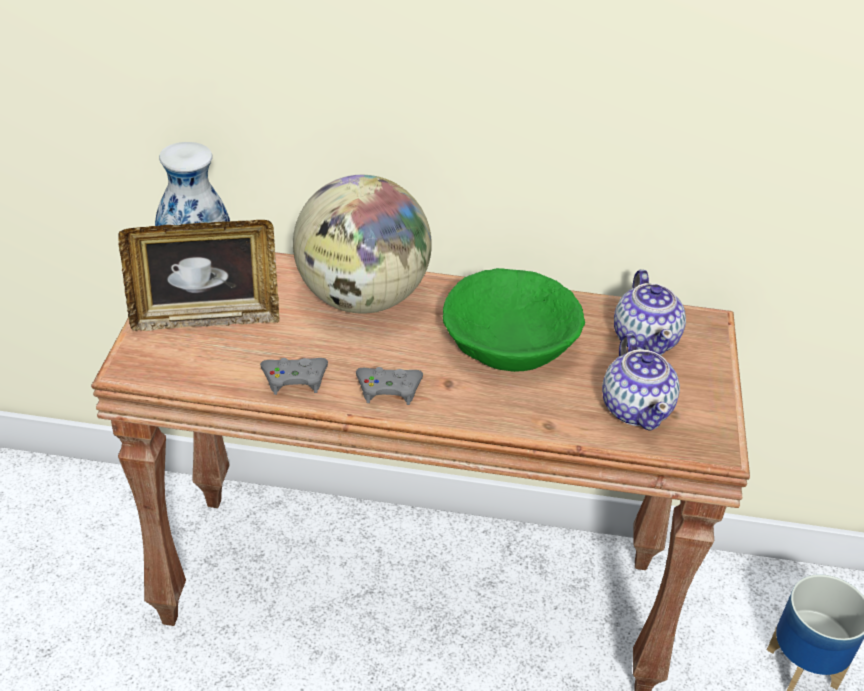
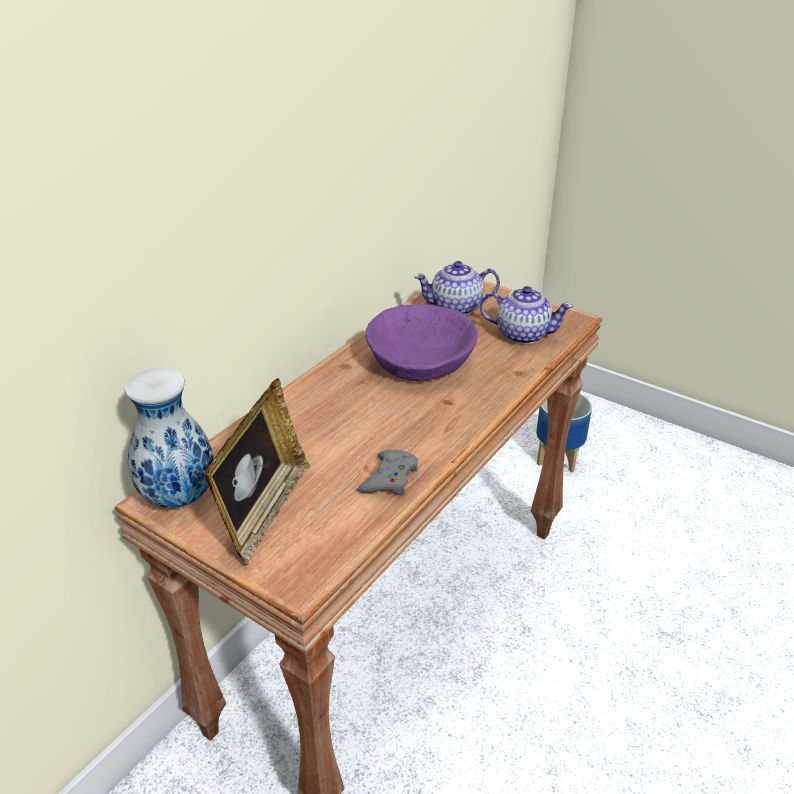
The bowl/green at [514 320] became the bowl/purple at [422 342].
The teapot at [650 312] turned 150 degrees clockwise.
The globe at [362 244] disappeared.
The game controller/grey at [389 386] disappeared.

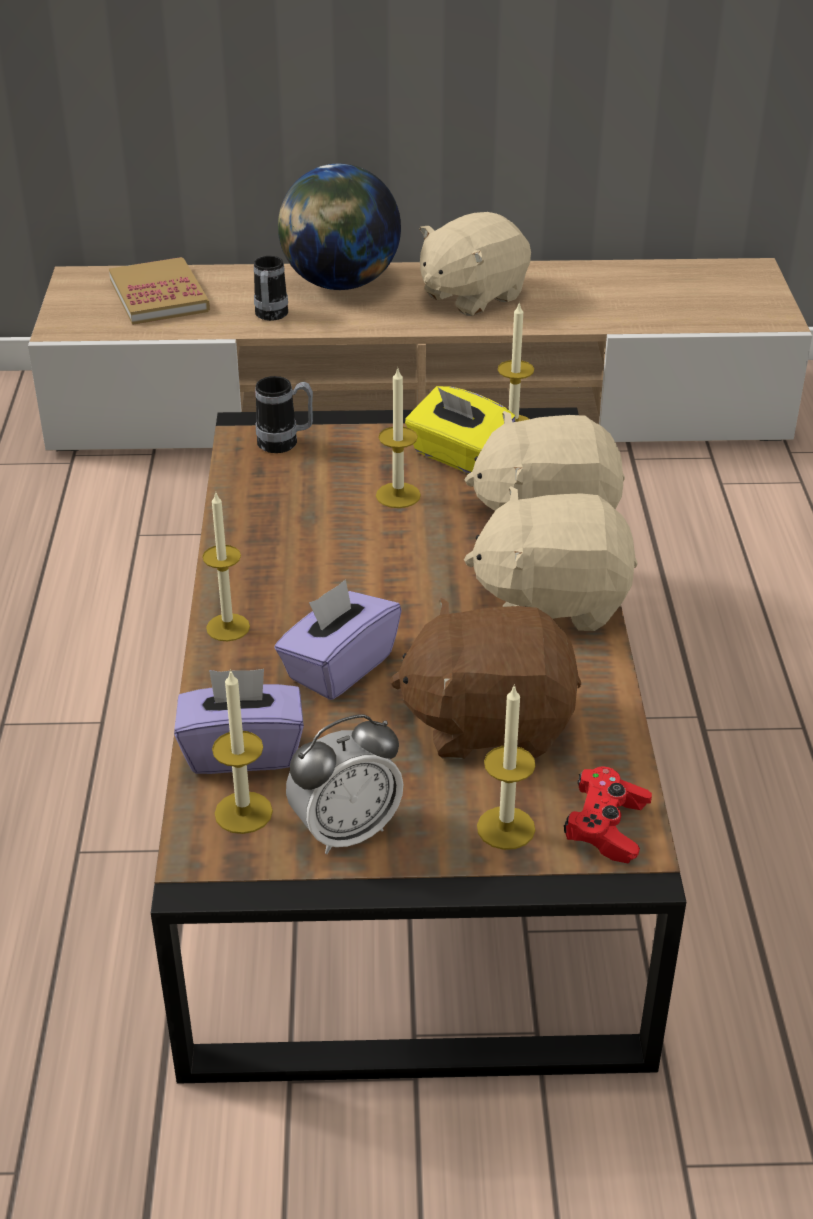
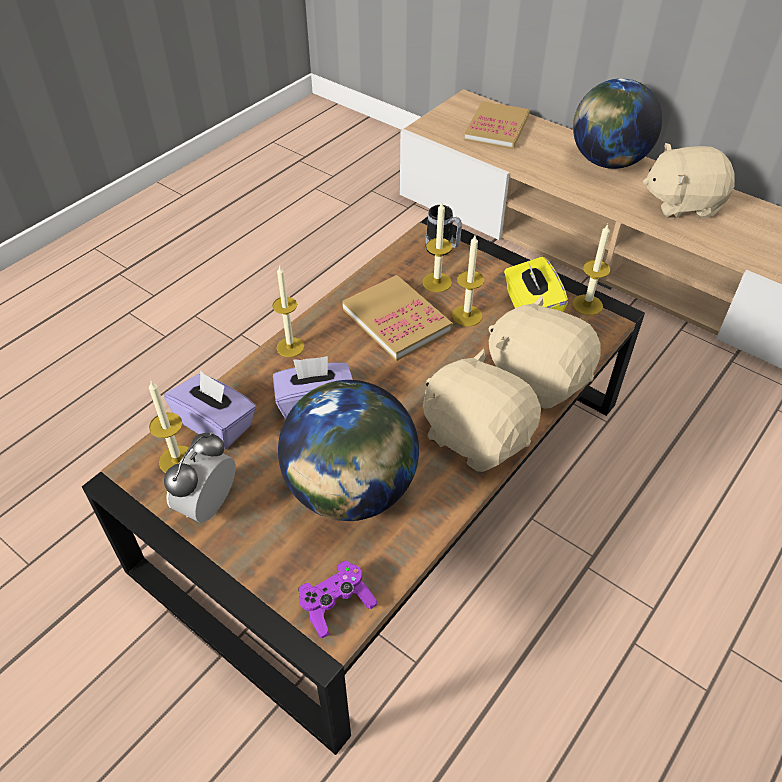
The alarm clock at [344 784] turned 105 degrees clockwise.
The plush toy/brown at [485 678] was replaced by the globe at [348 450].
The game controller/red at [608 815] became the game controller/purple at [338 599].
The book at [398 318] appeared.
The candle moved from [506 767] to [437 247].
The mug at [271 288] disappeared.

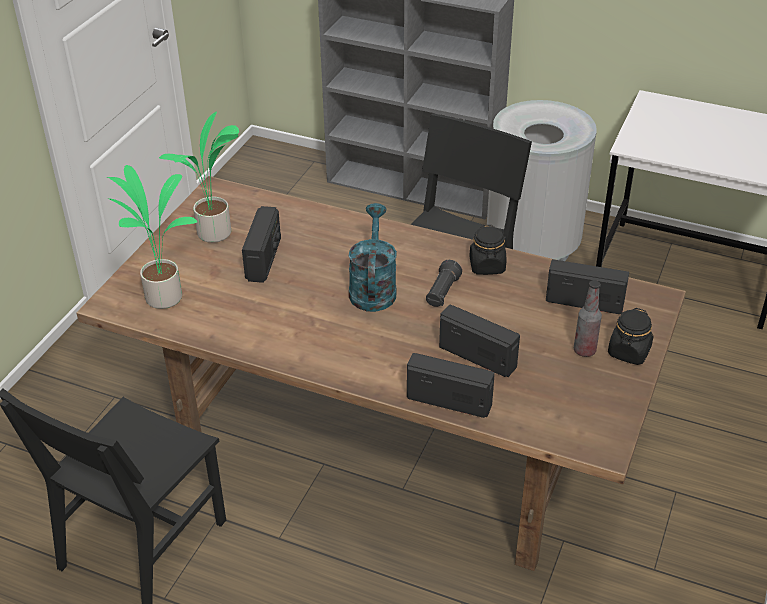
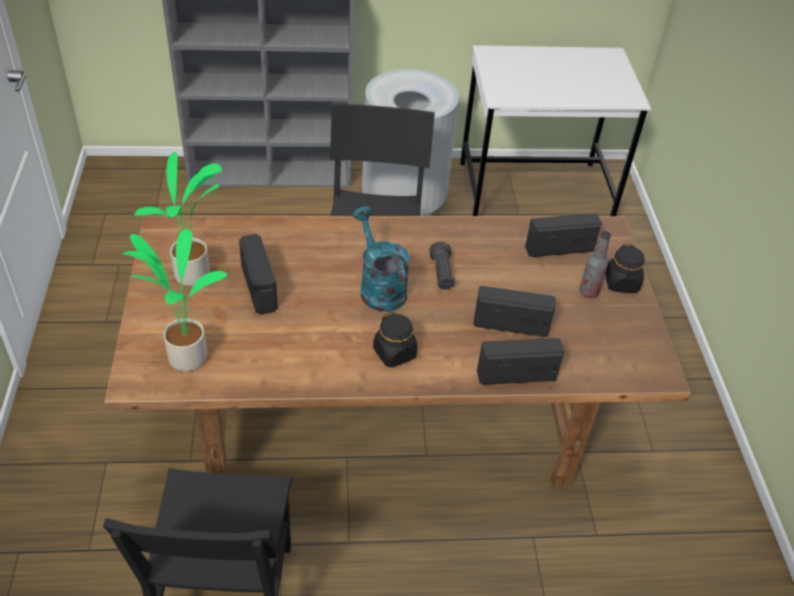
The jar/black moved from [487 250] to [395 339].

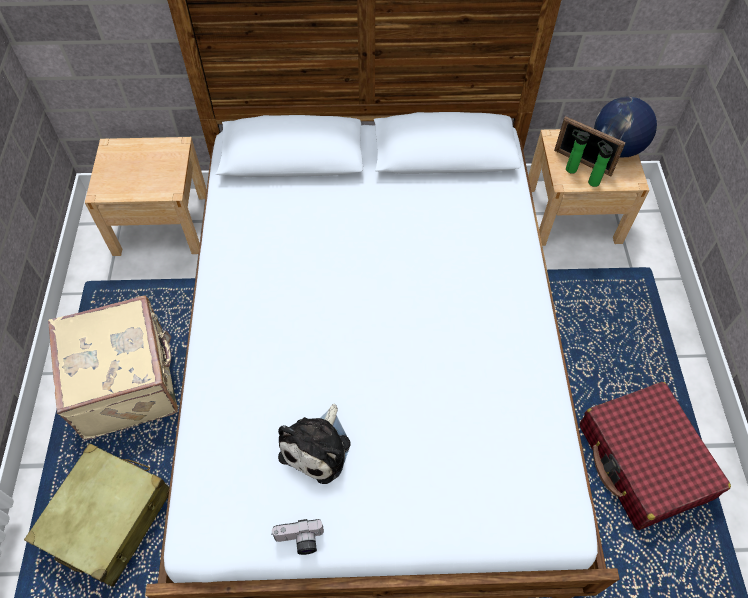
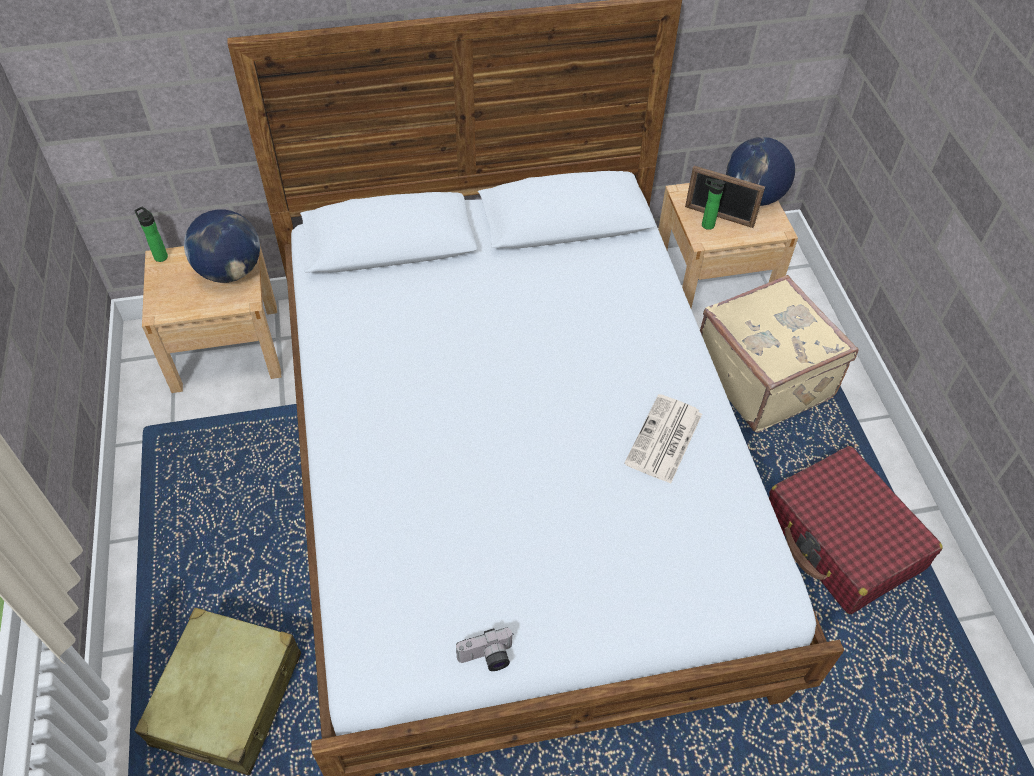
The bottle moved from [600 163] to [151 234].
The globe at [222 246] appeared.
The newspaper at [663 439] appeared.
The suitcase/beige moved from [113 367] to [779 354].
The plush toy at [314 444] disappeared.

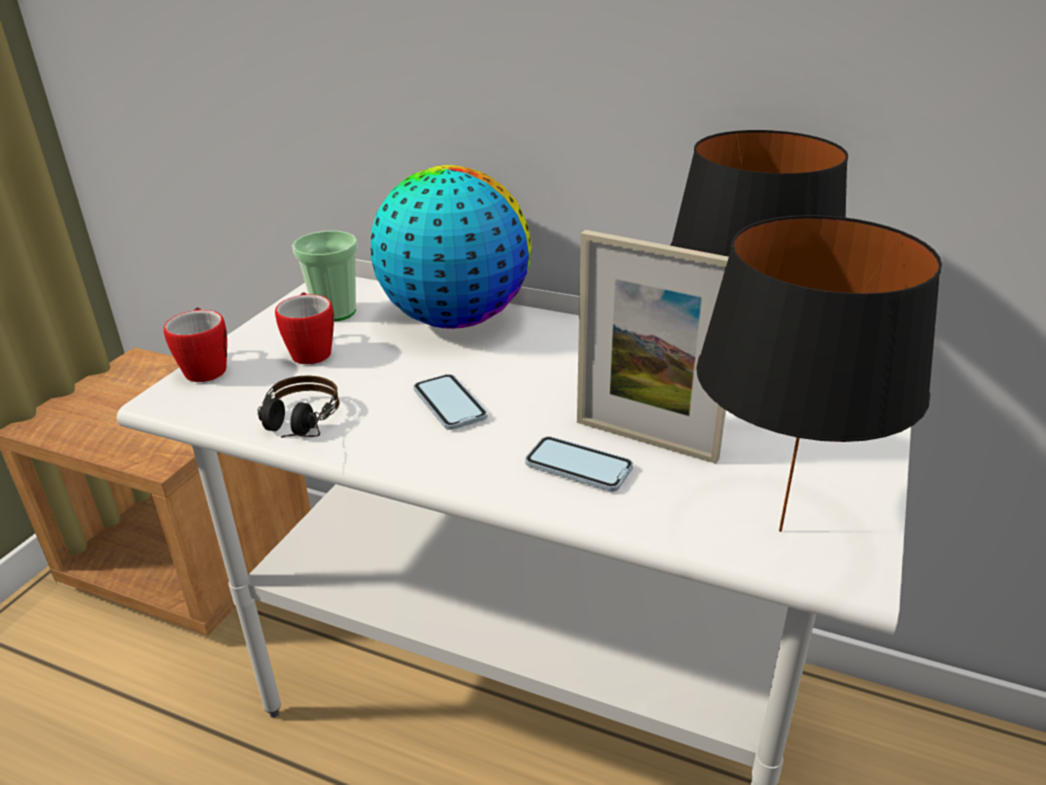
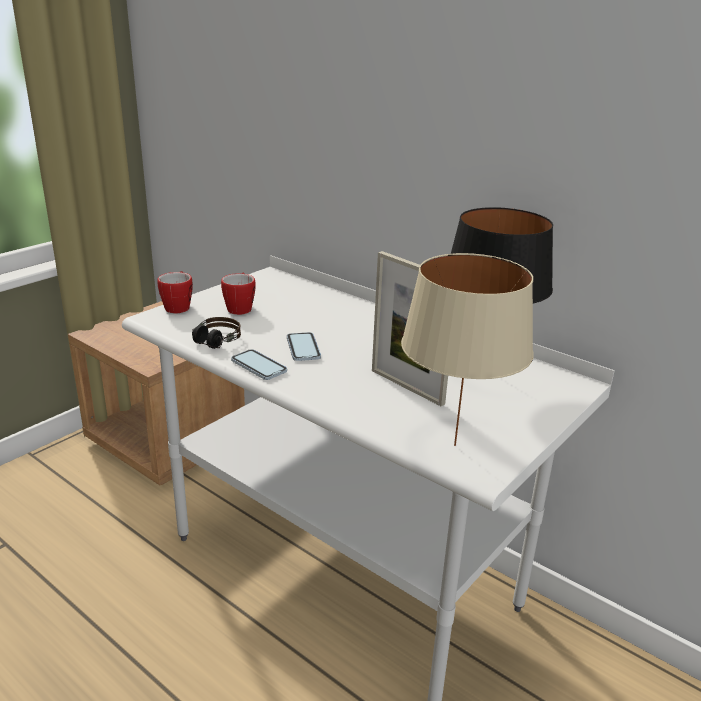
The phone moved from [579 463] to [259 364].
The table lamp/black at [819 373] became the table lamp/beige at [467 349].
The cup at [325 276] disappeared.
The globe at [451 247] disappeared.

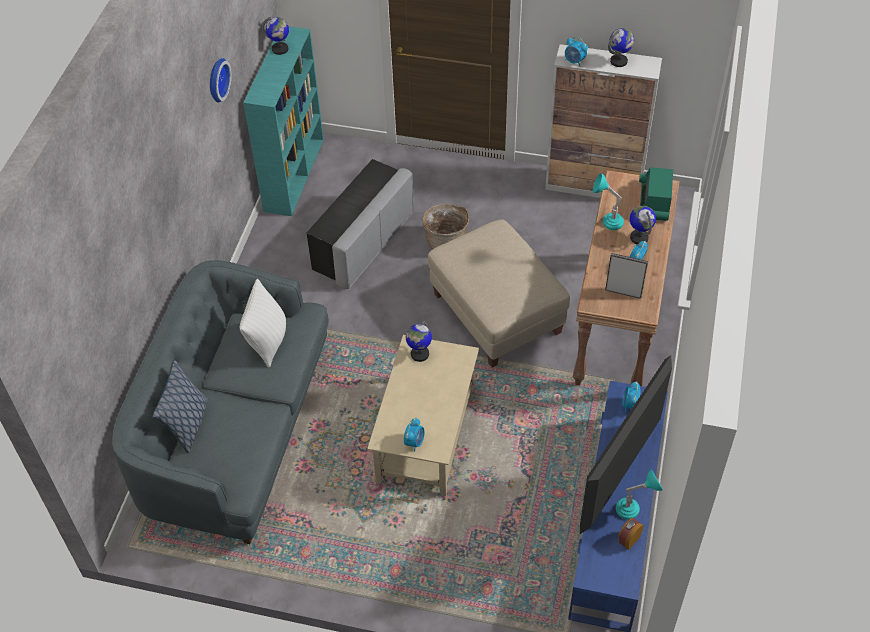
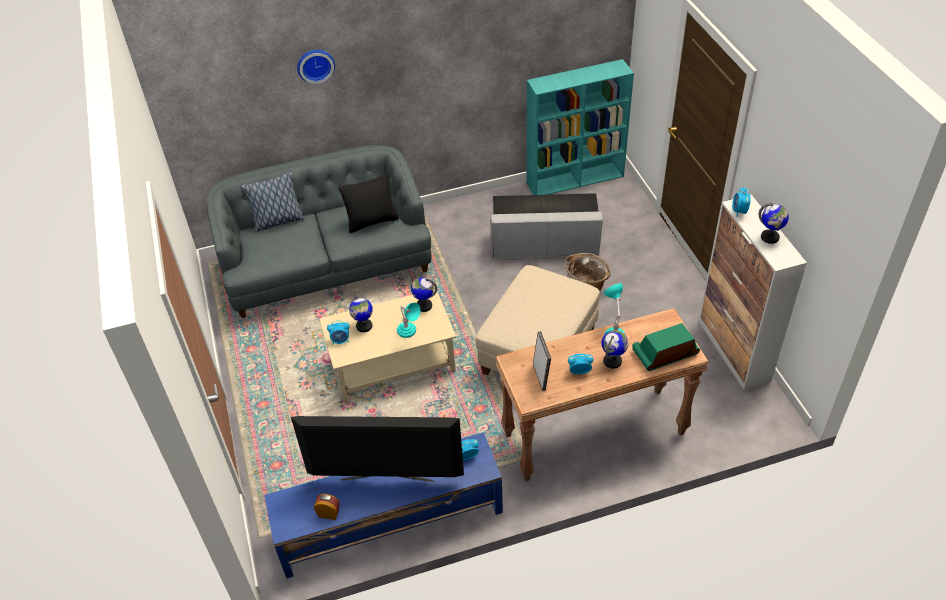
The wall clock moved from [221 80] to [316 67].
The pillow/white at [263 323] became the pillow/black at [369 203].
The globe moved from [275 36] to [361 313].
The table lamp/turquoise moved from [639 494] to [409 320].

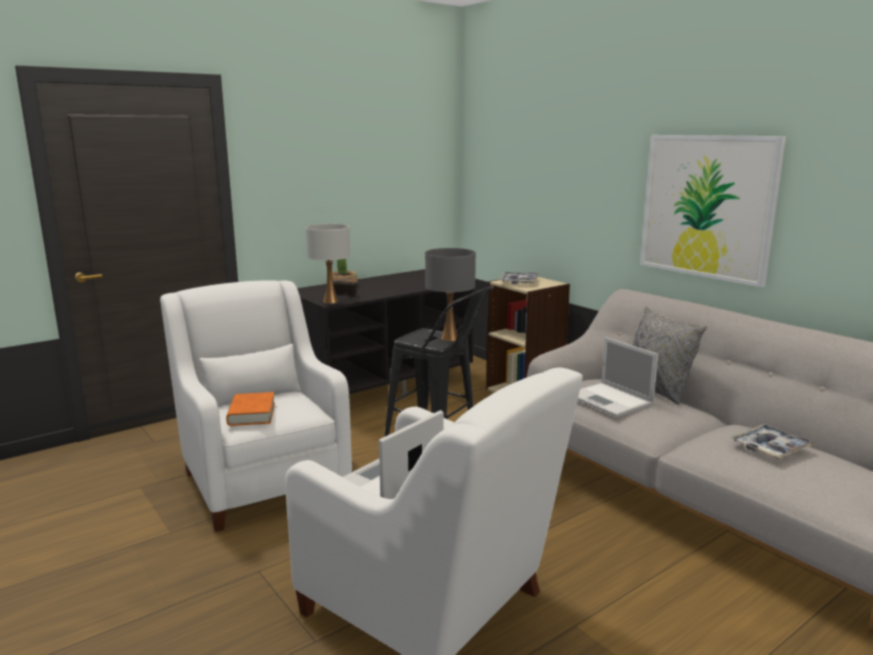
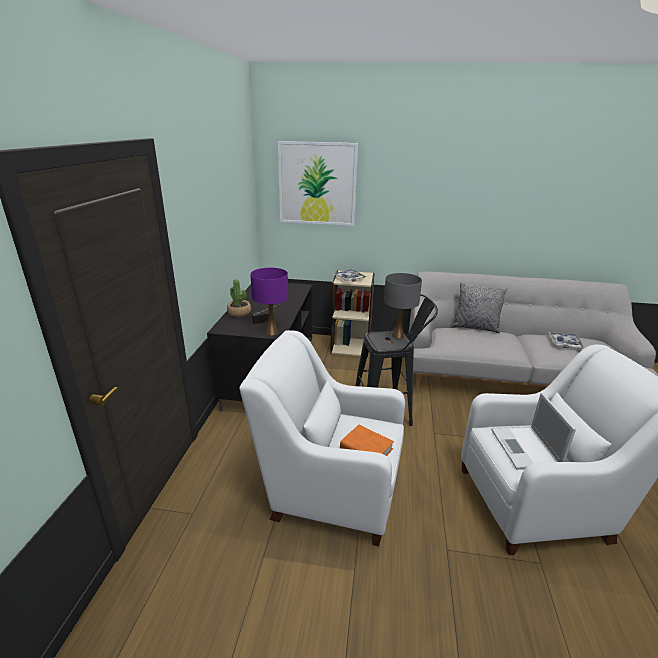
The table lamp/white at [328 264] became the table lamp/purple at [269 301].
The picture moved from [713 211] to [318 183].
The laptop at [618 377] disappeared.

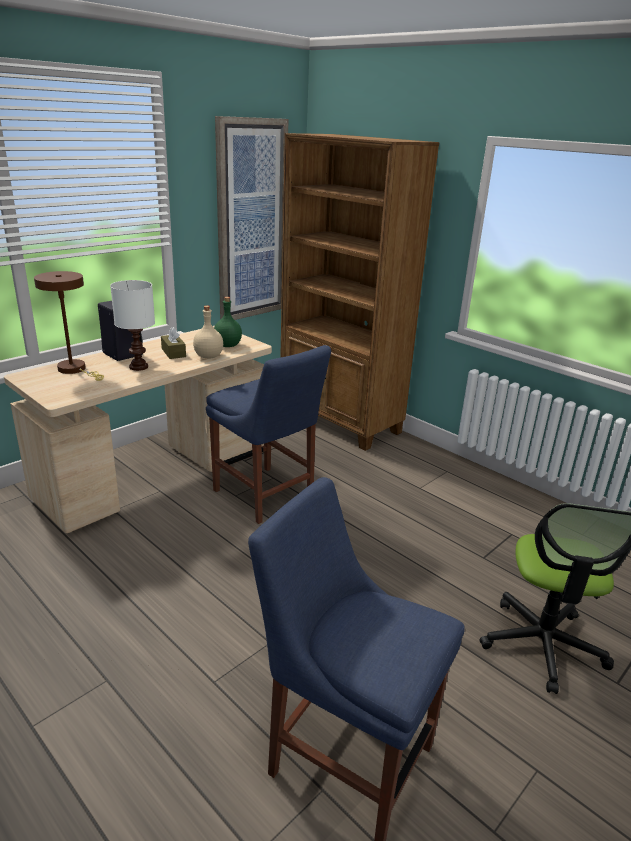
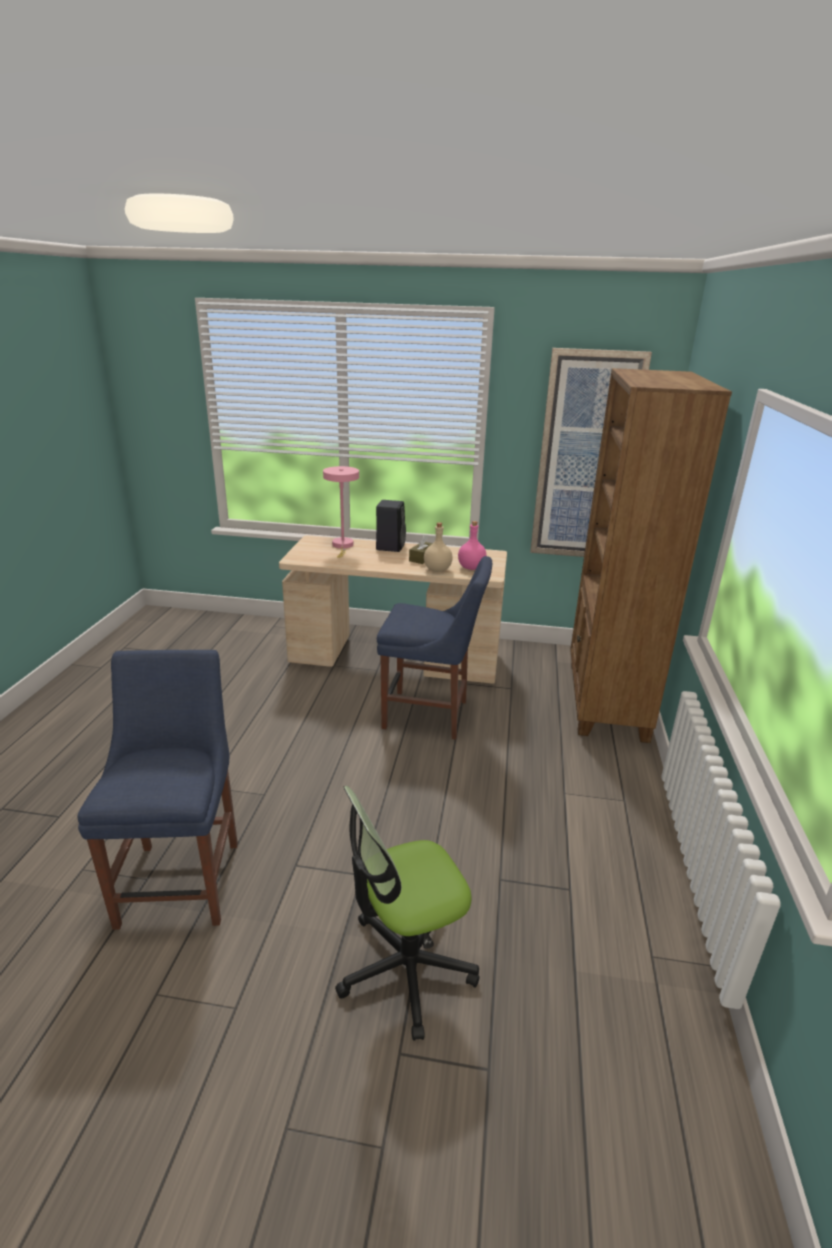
The table lamp/brown at [69 326] became the table lamp/pink at [341 512].
The chair/blue at [268 434] turned 90 degrees counterclockwise.
The bottle/green at [228 322] became the bottle/pink at [472 545].
The table lamp/white at [132 325] disappeared.

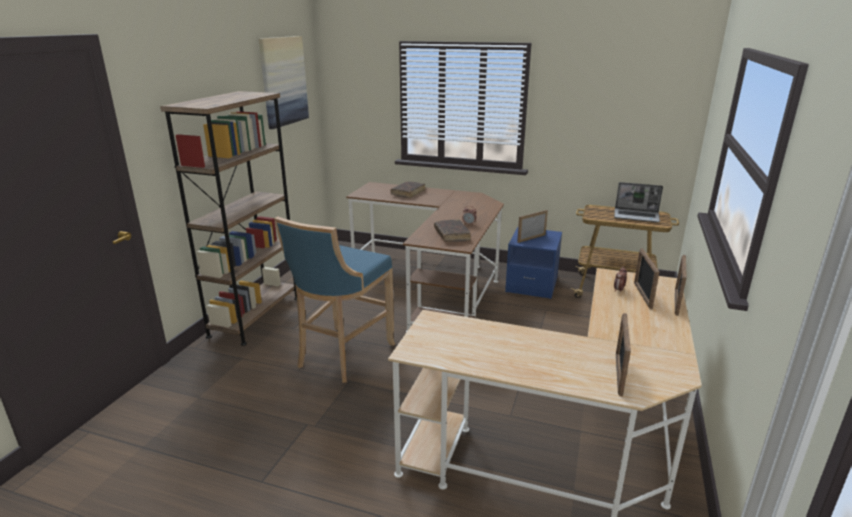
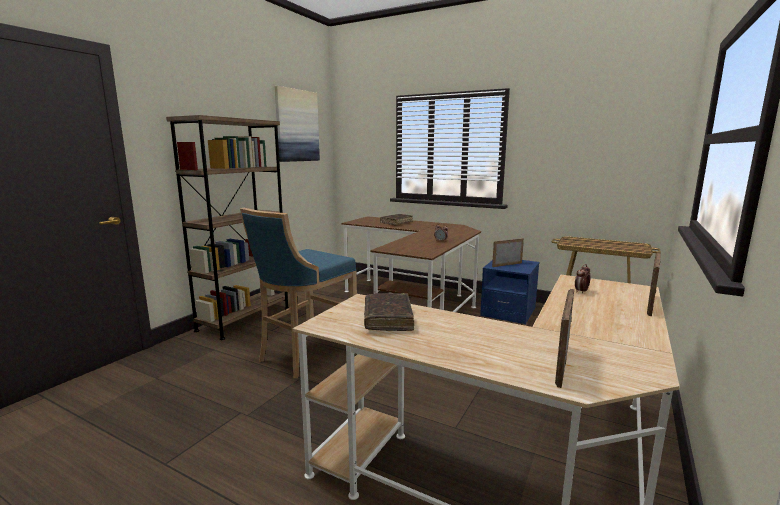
The book/brown moved from [452 230] to [389 312].
The laptop at [638 202] disappeared.
The picture frame at [646 279] disappeared.

